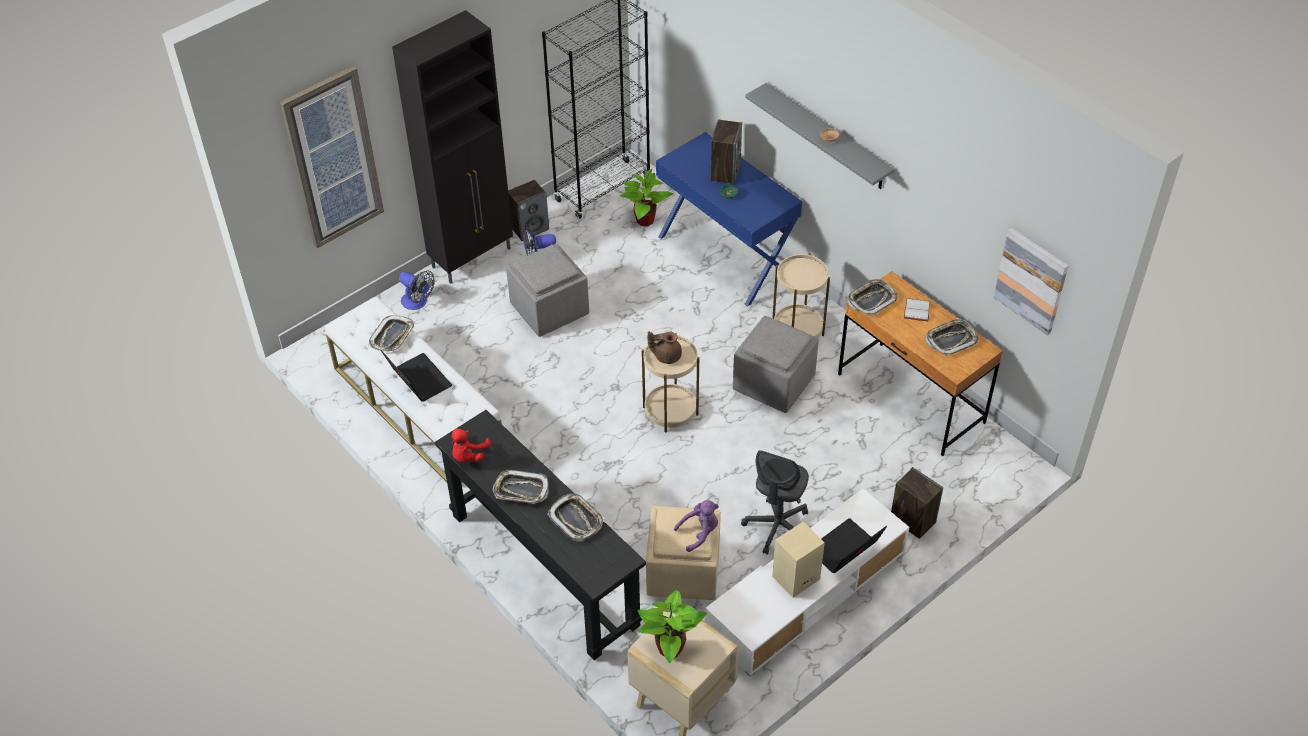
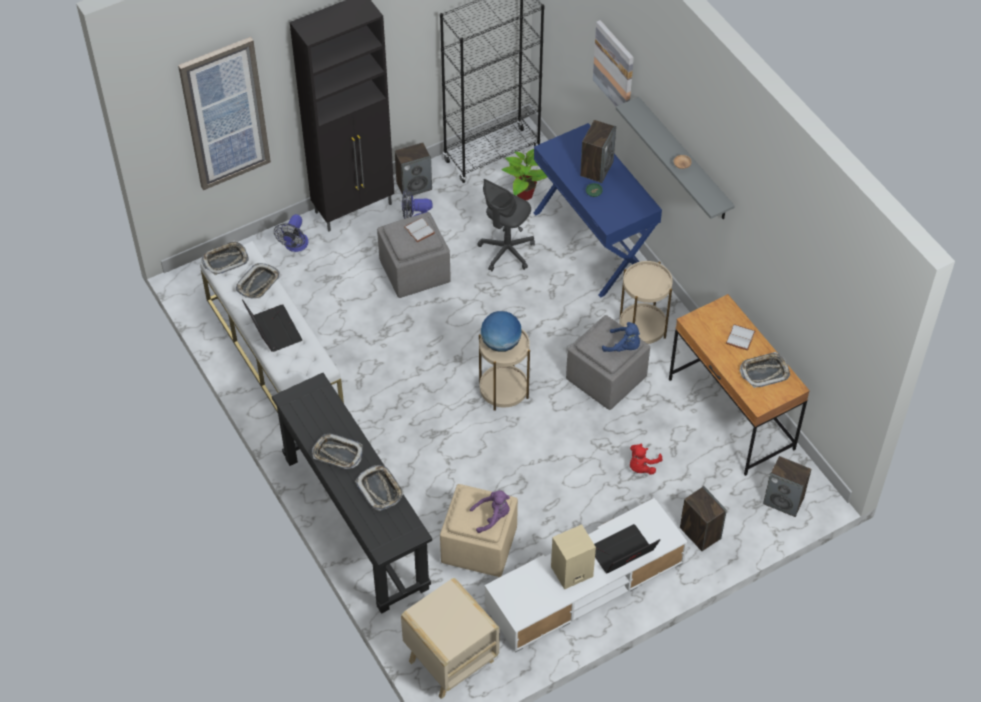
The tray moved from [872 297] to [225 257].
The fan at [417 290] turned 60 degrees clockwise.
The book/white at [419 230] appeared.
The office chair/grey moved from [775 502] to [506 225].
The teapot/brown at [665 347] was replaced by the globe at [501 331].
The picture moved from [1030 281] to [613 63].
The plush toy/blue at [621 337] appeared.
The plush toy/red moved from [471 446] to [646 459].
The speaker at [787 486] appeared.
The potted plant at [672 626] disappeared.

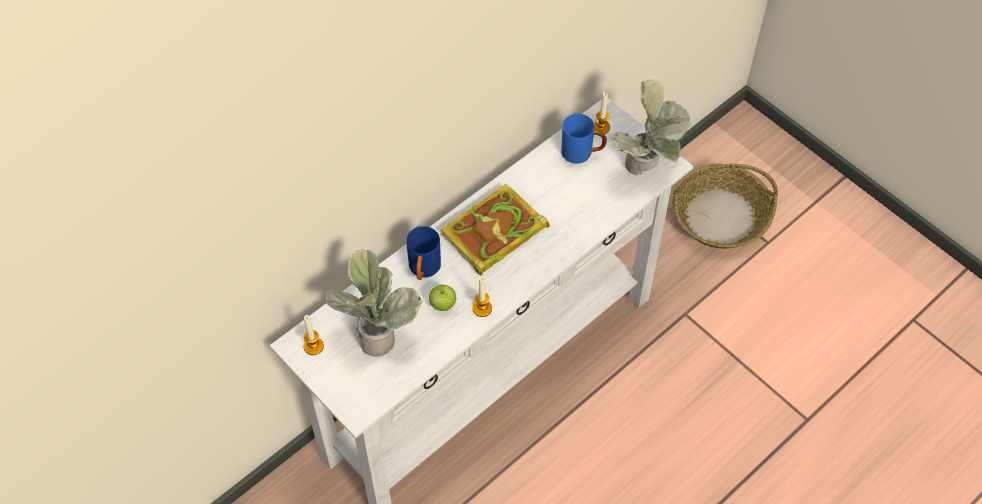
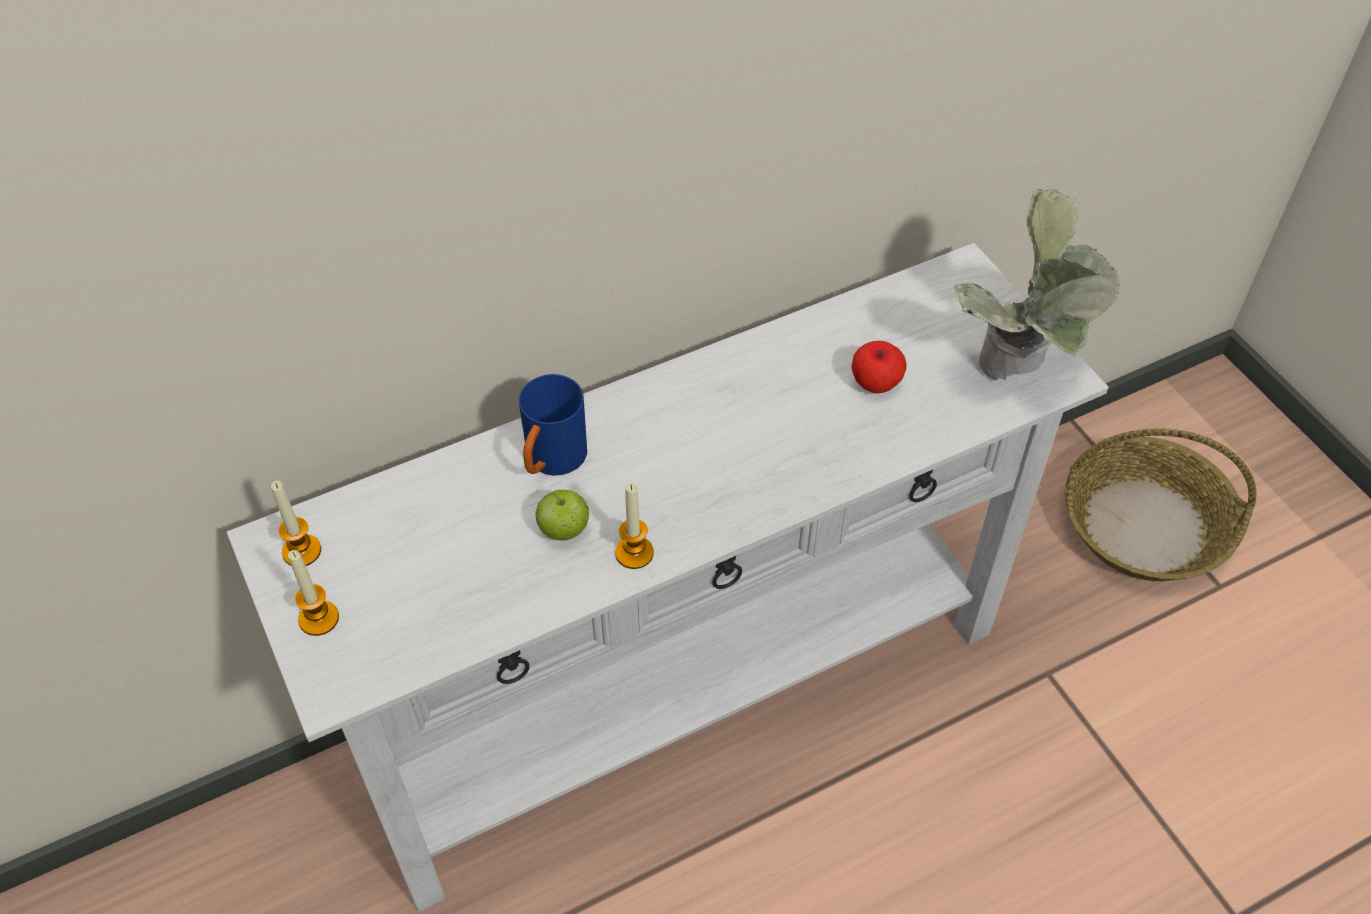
The candle moved from [602 113] to [313 593].
The apple at [878 367] appeared.
The potted plant at [374 303] disappeared.
The book at [495 229] disappeared.
The mug/blue at [584 138] disappeared.

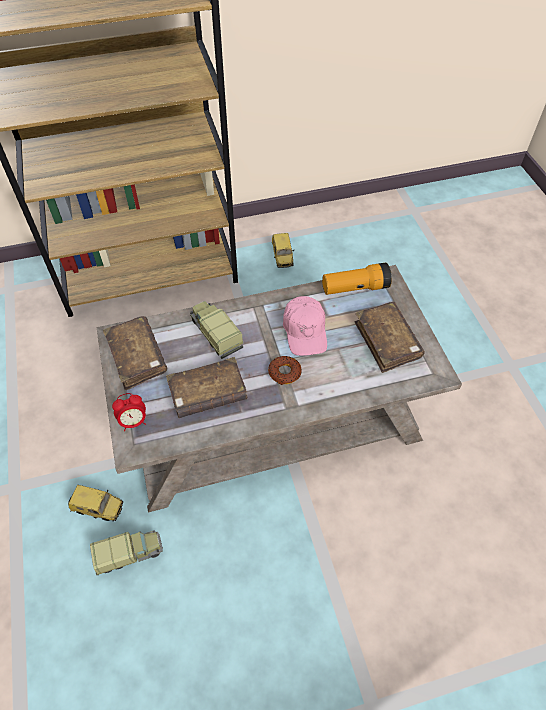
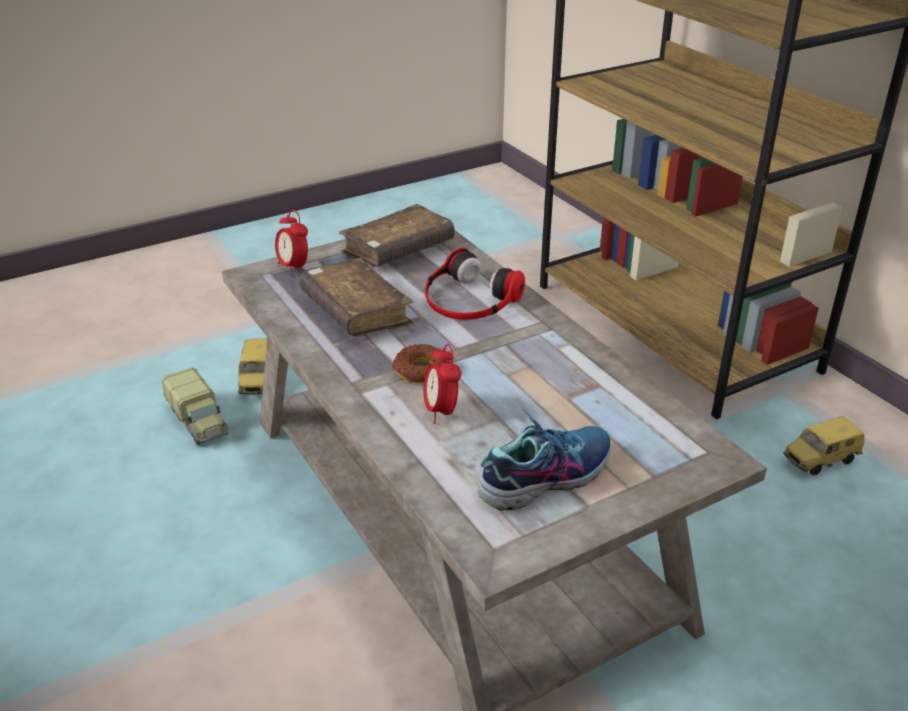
The alarm clock at [442 384] appeared.
The toy truck at [216 330] was replaced by the headphones at [475 284].
The book/brown at [390 337] was replaced by the shoe at [544 460].
The cap/pink at [305 326] disappeared.
The flashlight at [357 279] disappeared.

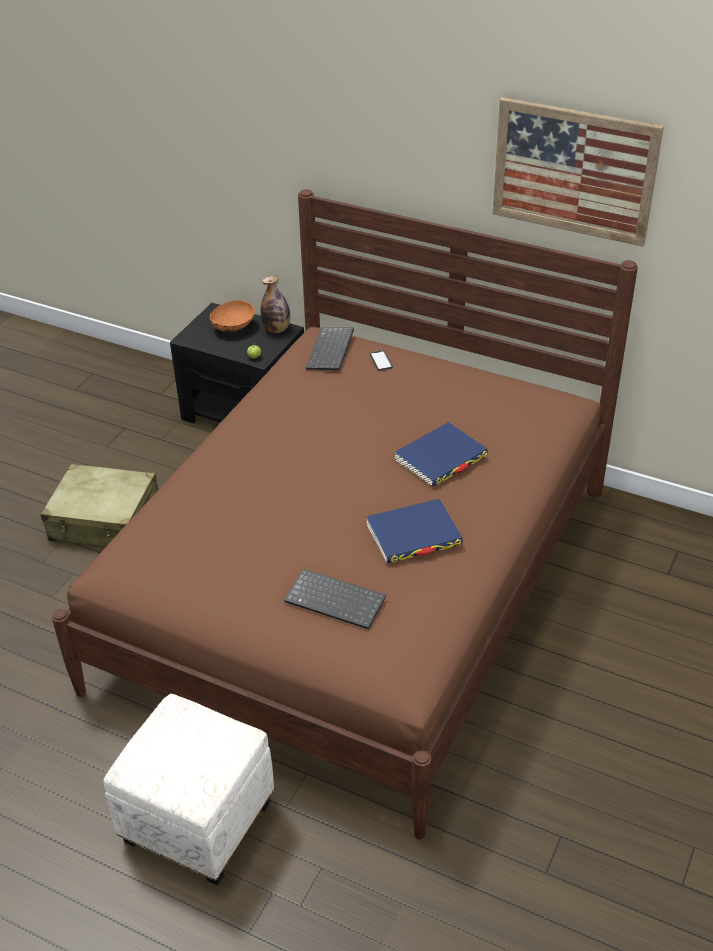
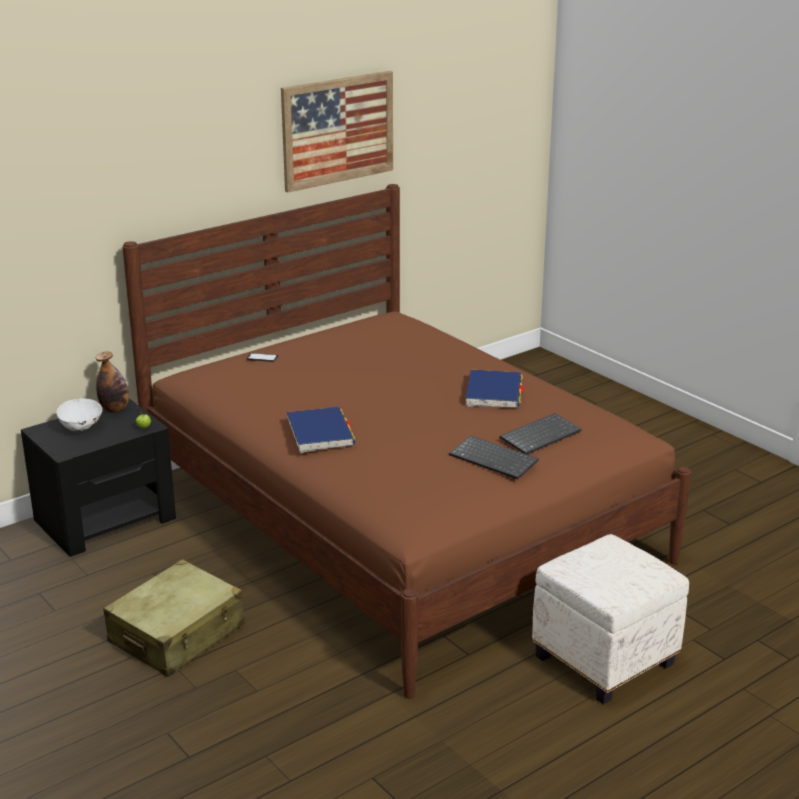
The bowl/orange at [232 316] became the bowl/white at [80 414].
The book/blue moved from [441 454] to [321 430].
The keyboard moved from [330 348] to [494 457].

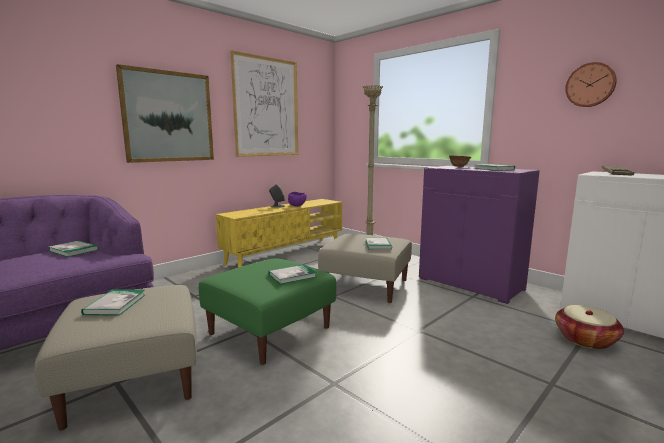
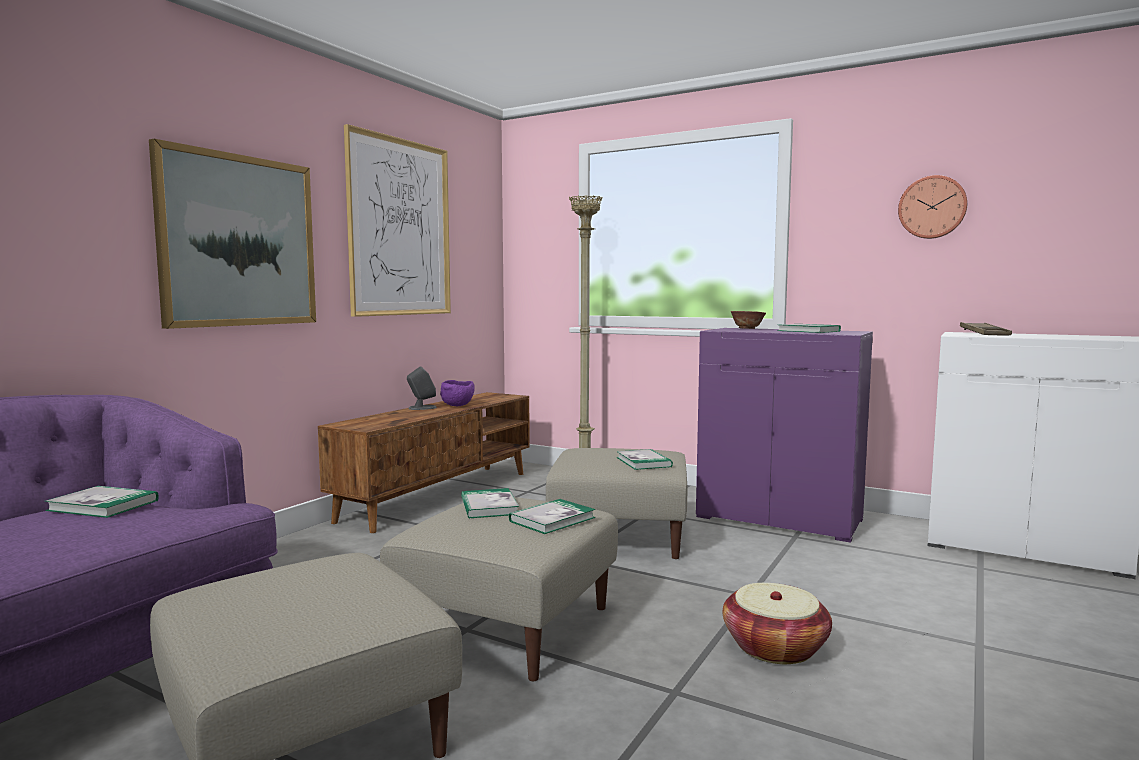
The tv stand/yellow at [279 233] became the tv stand/brown at [424 462].
The ottoman/green at [267 311] became the ottoman/beige at [499 589].
The book moved from [113 302] to [490 503].
The basket moved from [589 327] to [777 623].

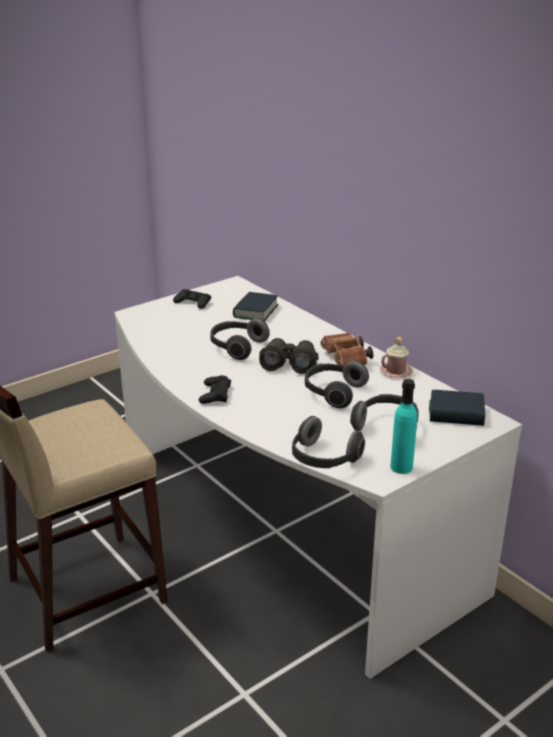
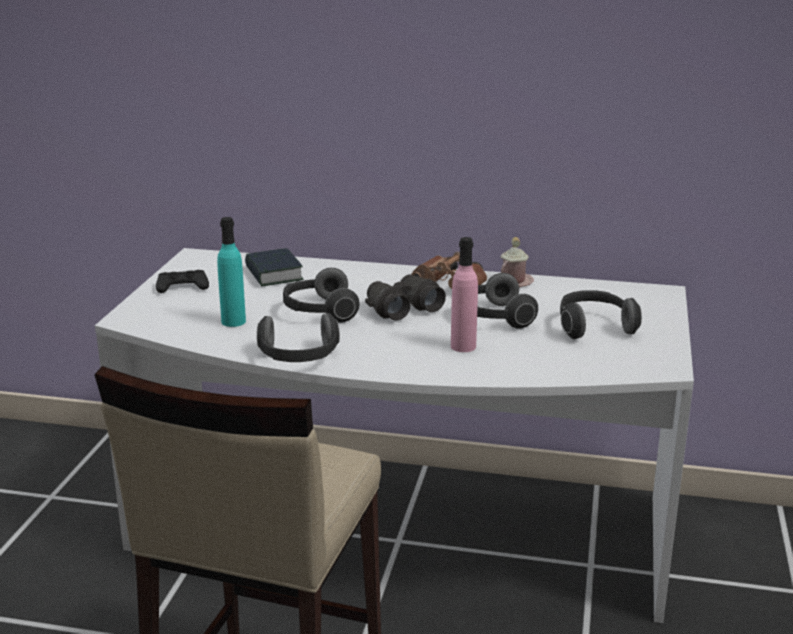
The bottle/turquoise moved from [403 426] to [231 272].
The headphones moved from [328 442] to [298 337].
The bottle/pink at [464 294] appeared.
The game controller/black at [215 389] disappeared.
The book at [457 408] disappeared.

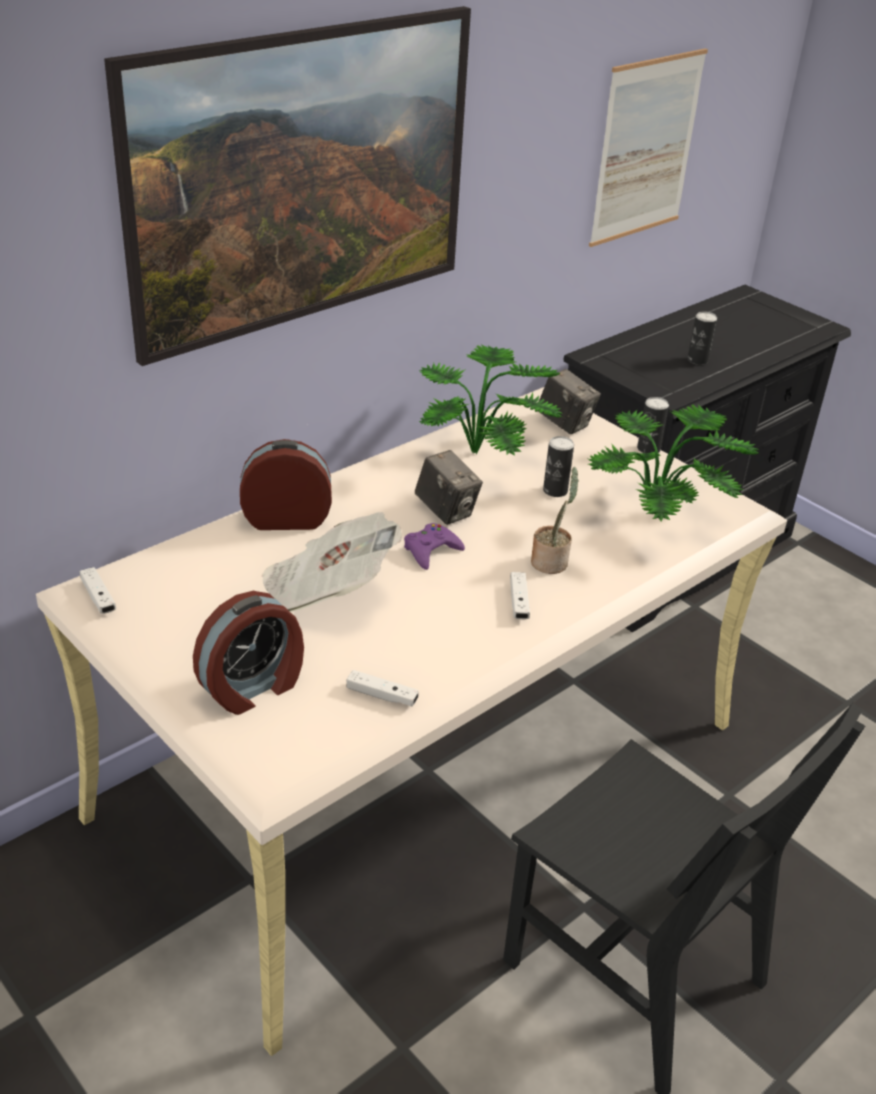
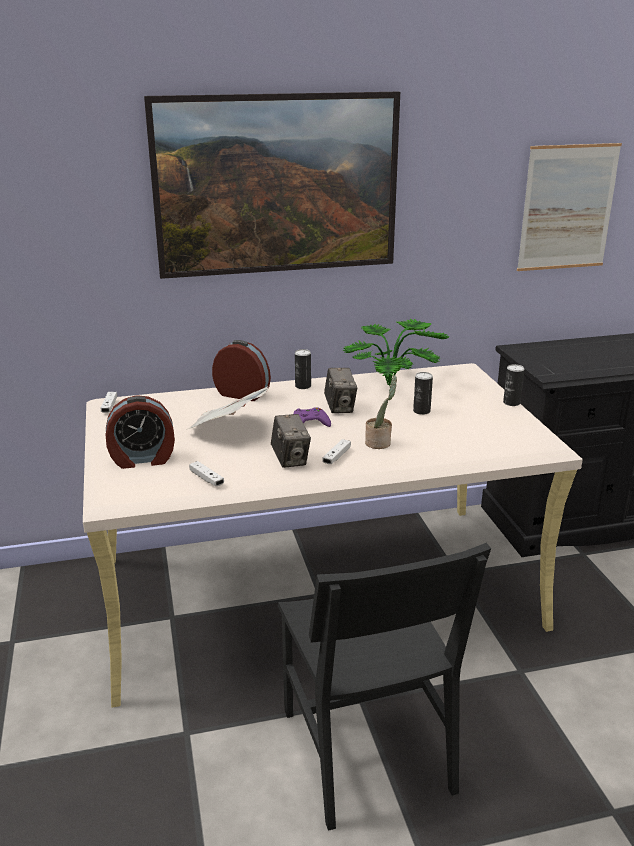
The photo camera moved from [569 401] to [291 441].
The can moved from [702 338] to [303 369].
The potted plant at [673 463] disappeared.

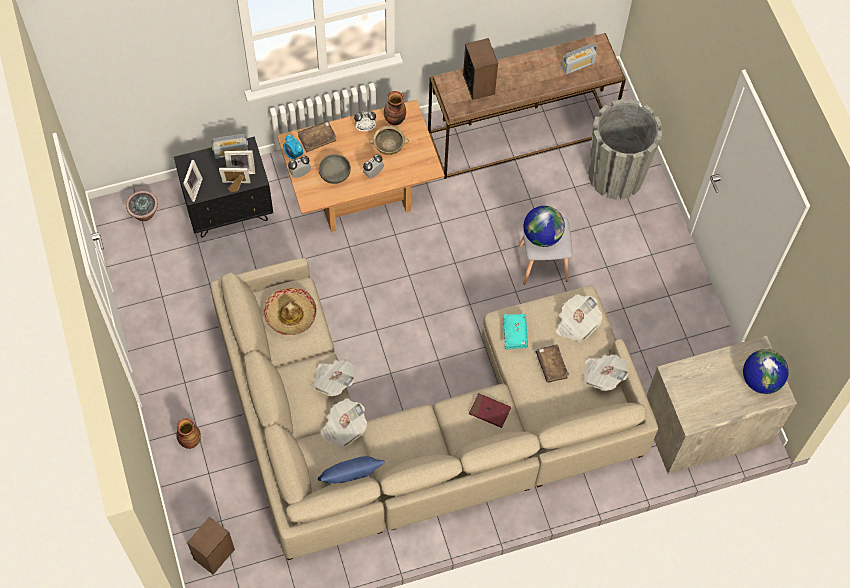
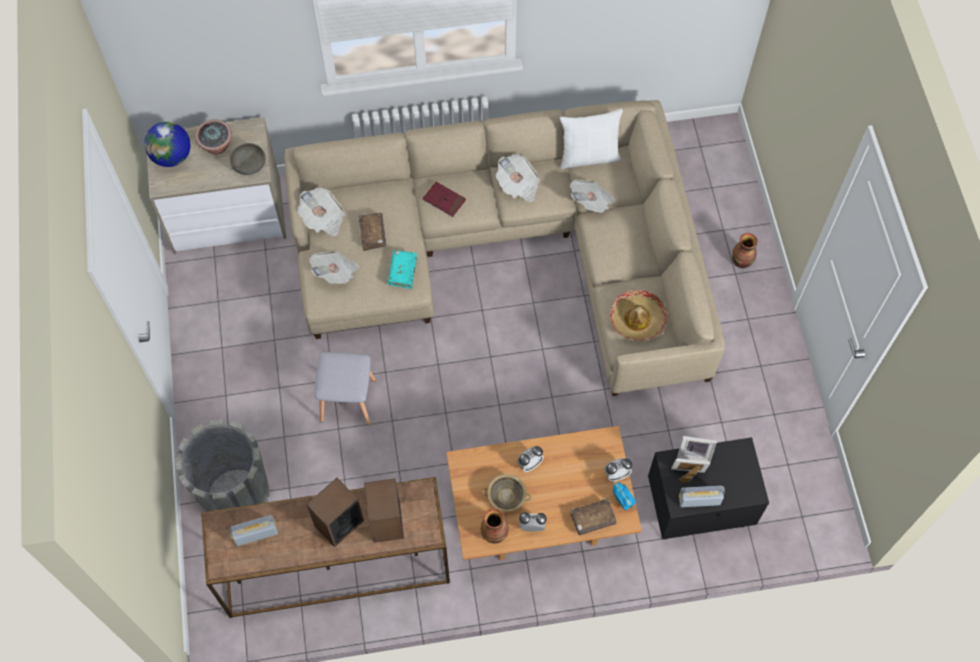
The potted plant moved from [142 206] to [213 136].
The bowl/grey moved from [335 169] to [247 159].
The speaker moved from [211 546] to [335 512].
The newspaper moved from [333 377] to [518 178].
The pillow/blue at [351 470] became the pillow/white at [591 139].
The picture frame at [193 181] disappeared.
The globe at [544 226] disappeared.

